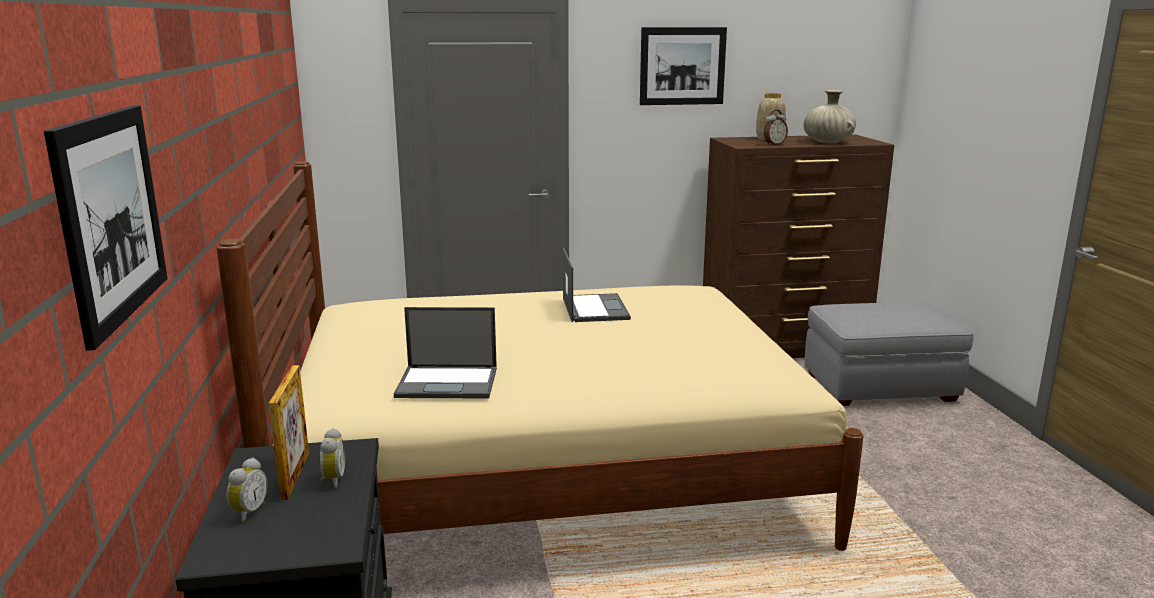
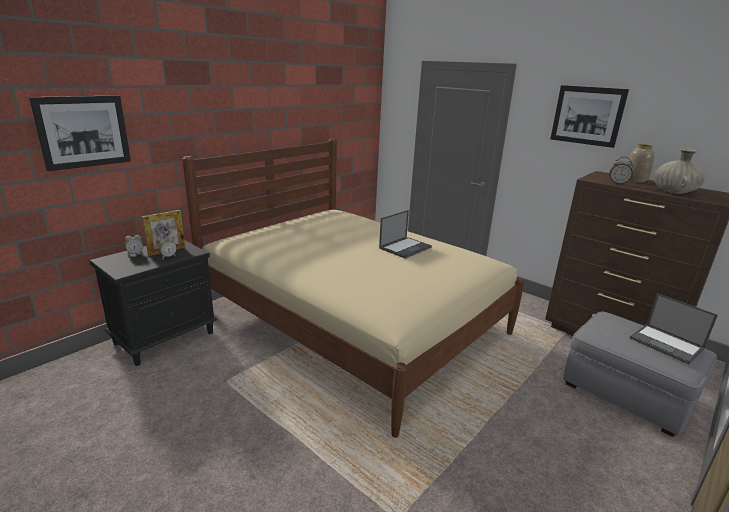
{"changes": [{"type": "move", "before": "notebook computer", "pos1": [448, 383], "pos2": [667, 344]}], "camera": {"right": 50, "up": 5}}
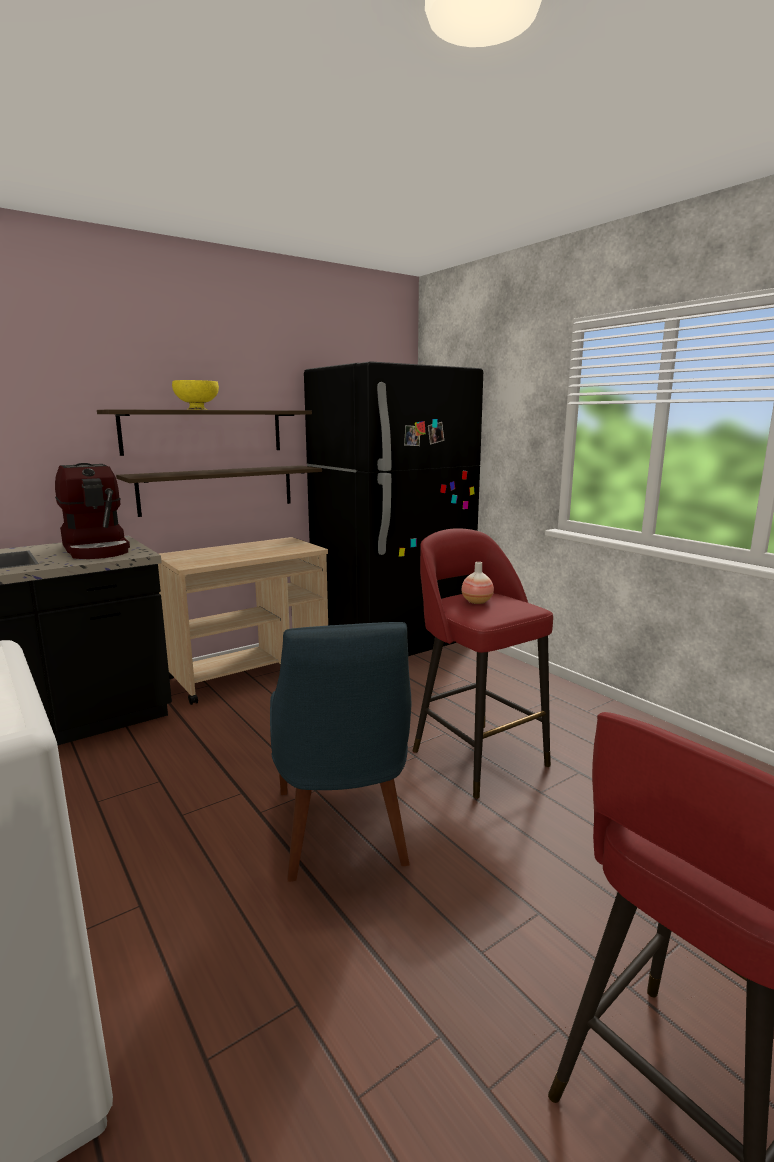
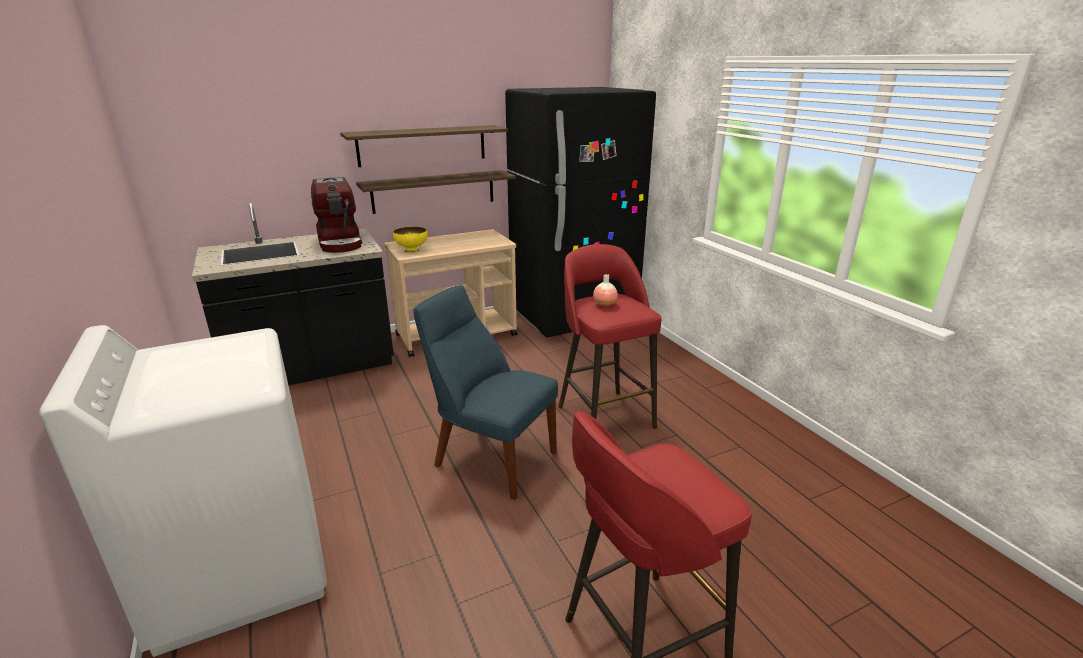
{"changes": [{"type": "move", "before": "yellowish serving bowl", "pos1": [197, 409], "pos2": [411, 250]}, {"type": "rotate", "before": "blue-coloured upright chair", "pos1": [341, 831], "pos2": [491, 457], "turn": 120}], "camera": {"right": 10, "up": 10}}
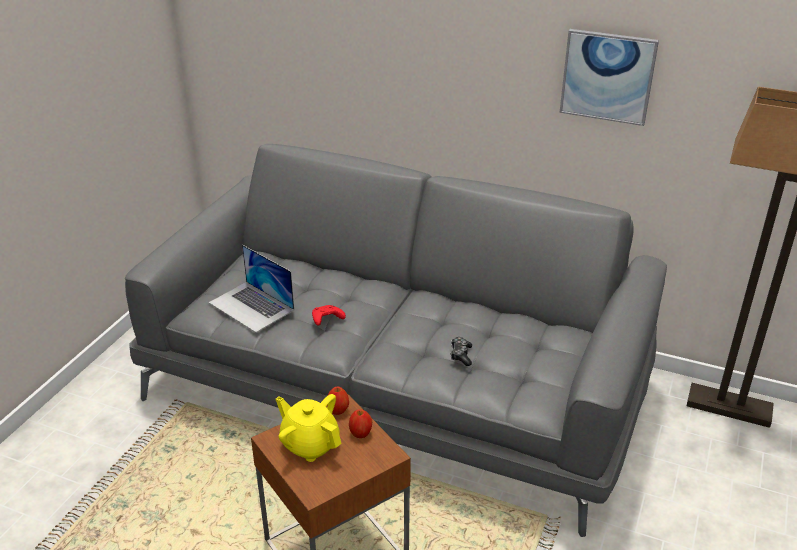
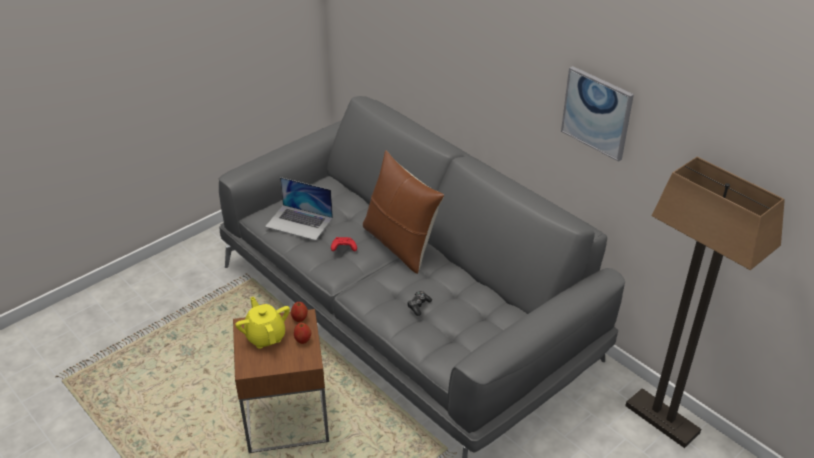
{"changes": [{"type": "rotate", "before": "notebook computer", "pos1": [251, 306], "pos2": [299, 222], "turn": -45}, {"type": "insert", "after": "brownish throw pillow", "pos2": [400, 244]}], "camera": {"right": 25, "up": 5}}
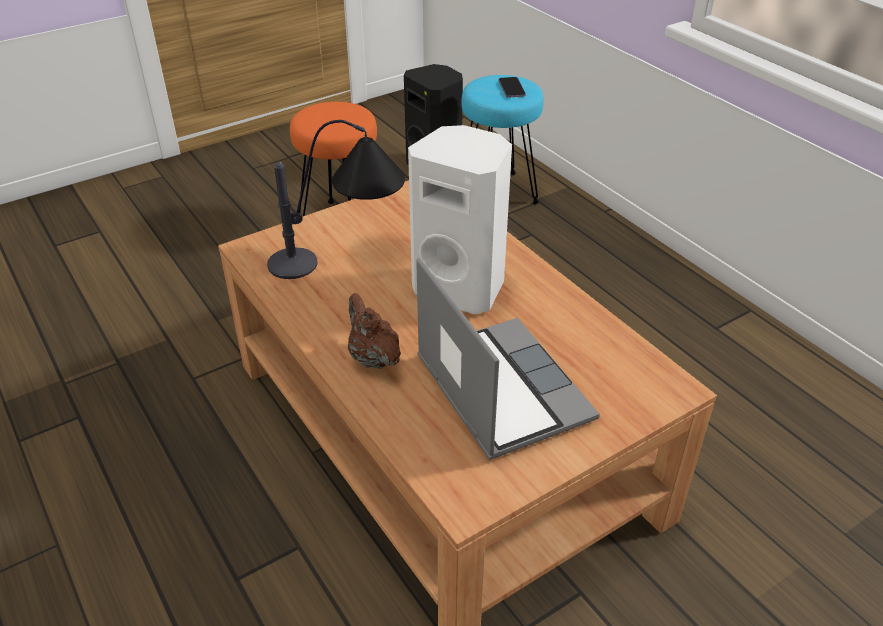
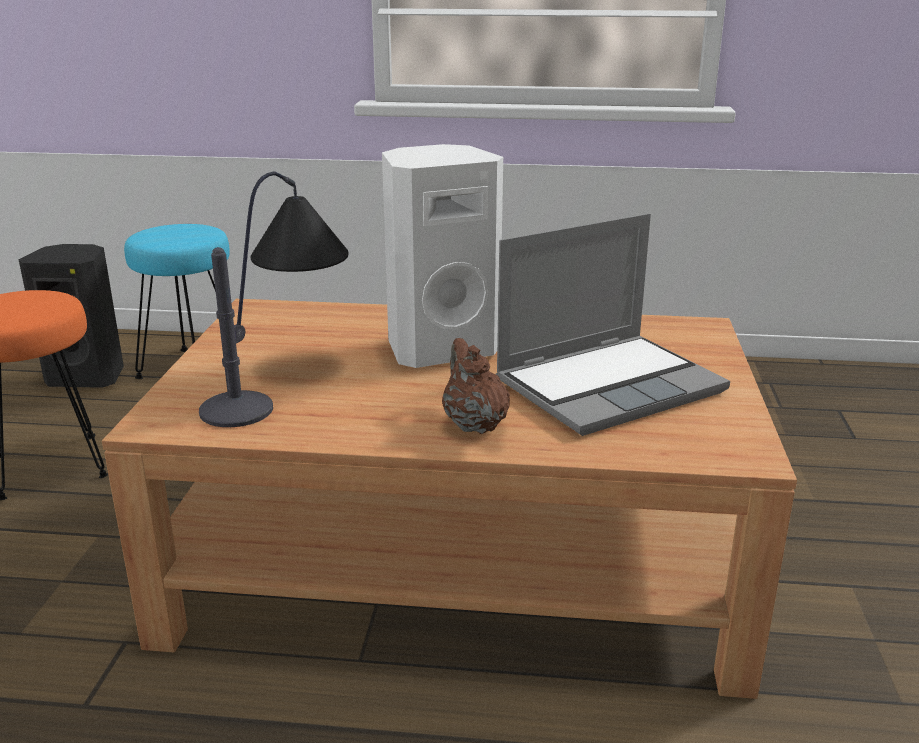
{"changes": [{"type": "rotate", "before": "brownish teapot", "pos1": [373, 357], "pos2": [474, 424], "turn": 60}, {"type": "rotate", "before": "notebook computer", "pos1": [499, 388], "pos2": [610, 385], "turn": 135}, {"type": "delete", "before": "handset", "pos1": [511, 88]}], "camera": {"right": -50, "up": -15}}
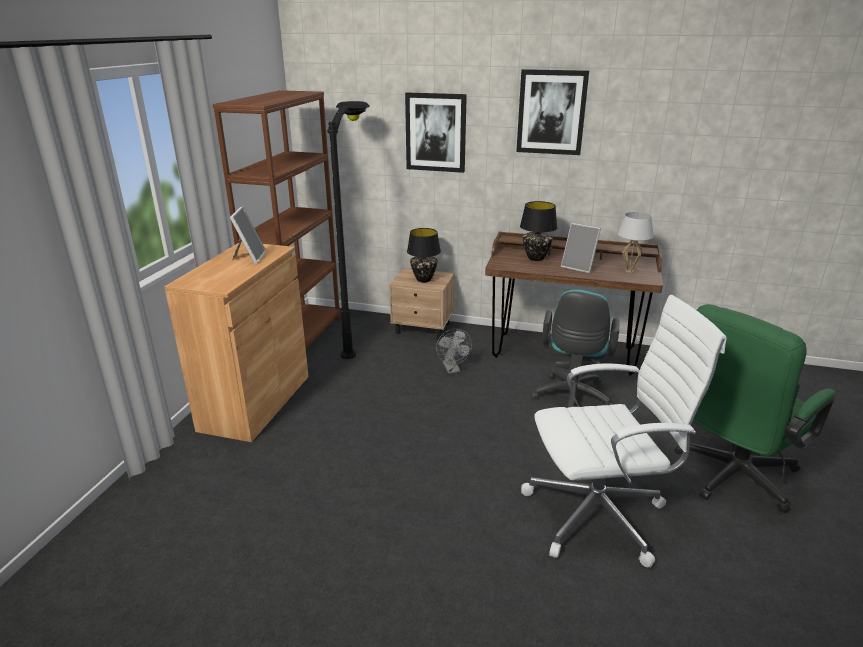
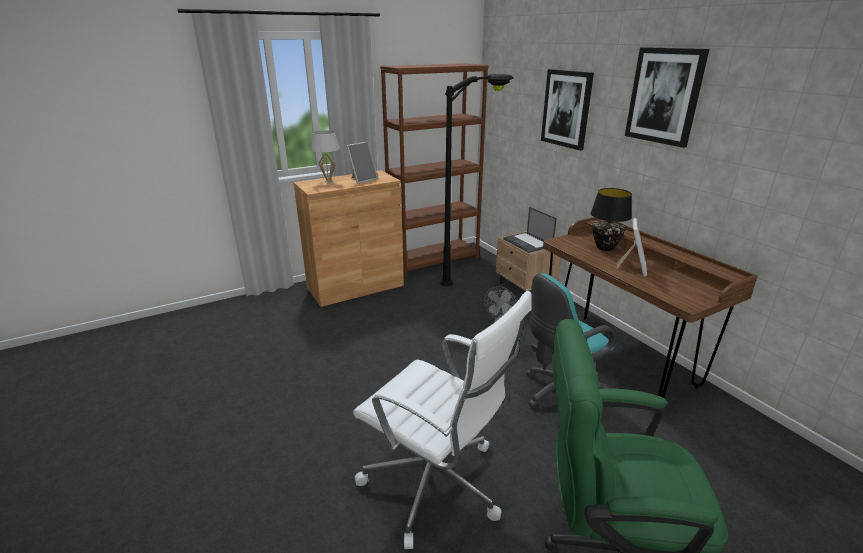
{"changes": [{"type": "replace", "before": "black-coloured tabletop lamp", "after": "notebook computer", "pos1": [424, 279], "pos2": [528, 243]}, {"type": "rotate", "before": "standing frame", "pos1": [579, 267], "pos2": [632, 268], "turn": -150}, {"type": "move", "before": "white-coloured tabletop lamp", "pos1": [629, 271], "pos2": [328, 181]}], "camera": {"right": 45, "up": 0}}
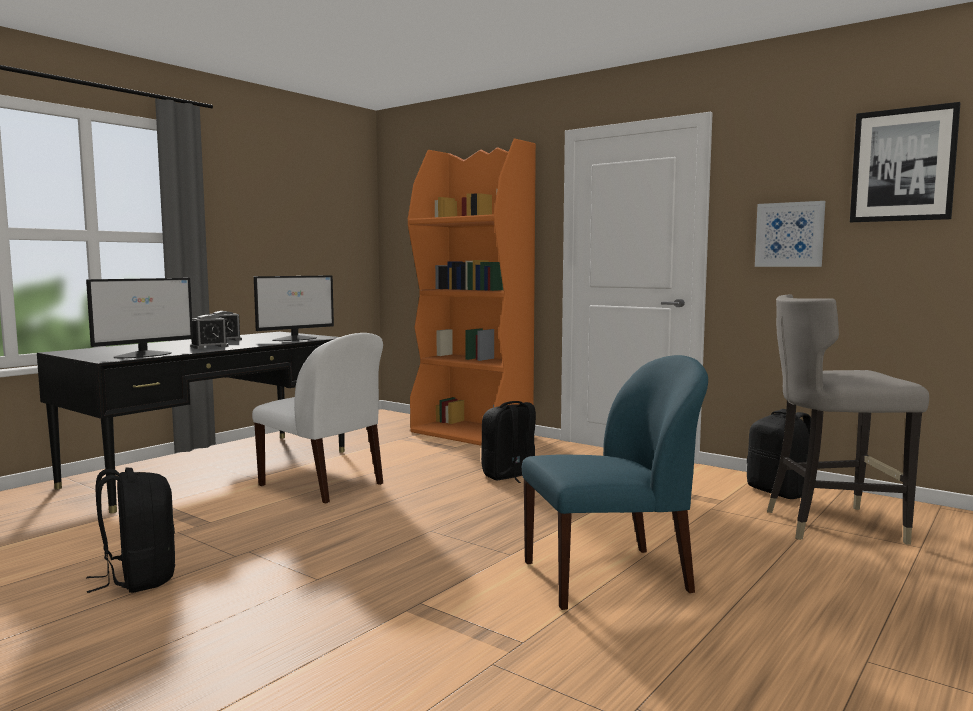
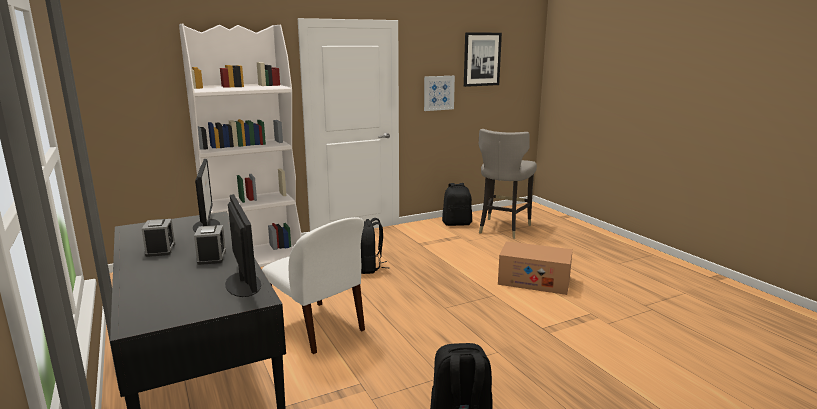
{"changes": [{"type": "rotate", "before": "white-coloured upright chair", "pos1": [323, 485], "pos2": [318, 328], "turn": 75}, {"type": "recolor", "before": "orange-coloured bookcase", "after": "white-coloured bookcase", "pos1": [472, 434], "pos2": [255, 258]}, {"type": "replace", "before": "blue-coloured upright chair", "after": "cardboard box", "pos1": [610, 577], "pos2": [534, 281]}], "camera": {"right": -65, "up": 10}}
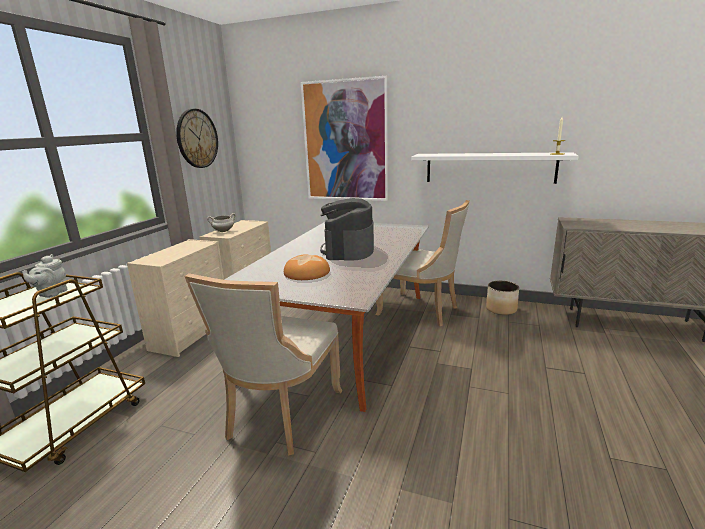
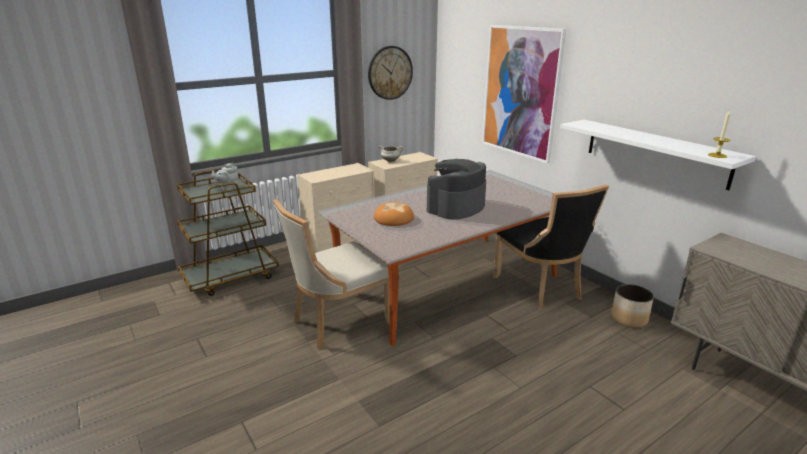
{"changes": [{"type": "recolor", "before": "sand-coloured upright chair", "after": "black-coloured upright chair", "pos1": [421, 310], "pos2": [540, 289]}], "camera": {"right": 35, "up": 5}}
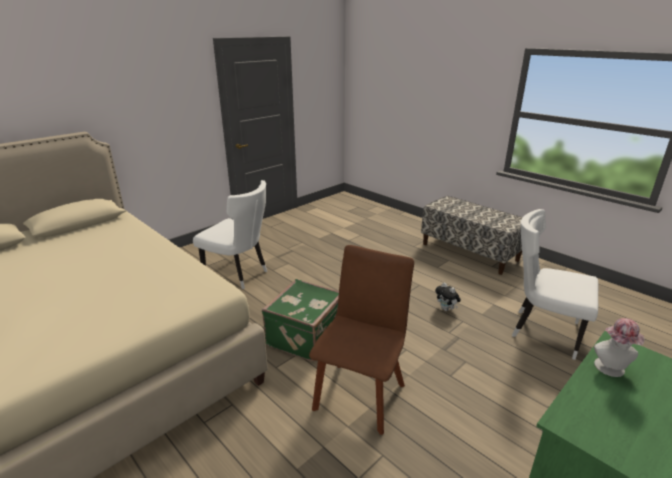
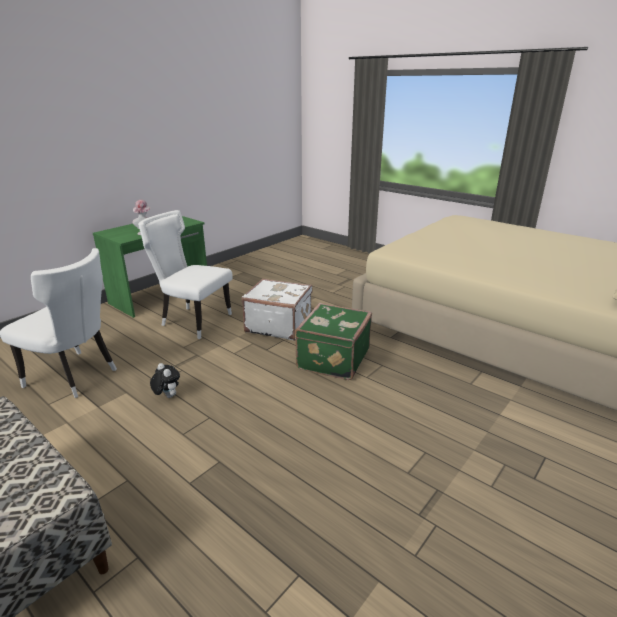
{"changes": [{"type": "move", "before": "white-coloured upright chair", "pos1": [239, 274], "pos2": [193, 320]}, {"type": "replace", "before": "brownish upright chair", "after": "white-coloured piece of luggage", "pos1": [360, 393], "pos2": [278, 325]}], "camera": {"right": 175, "up": 0}}
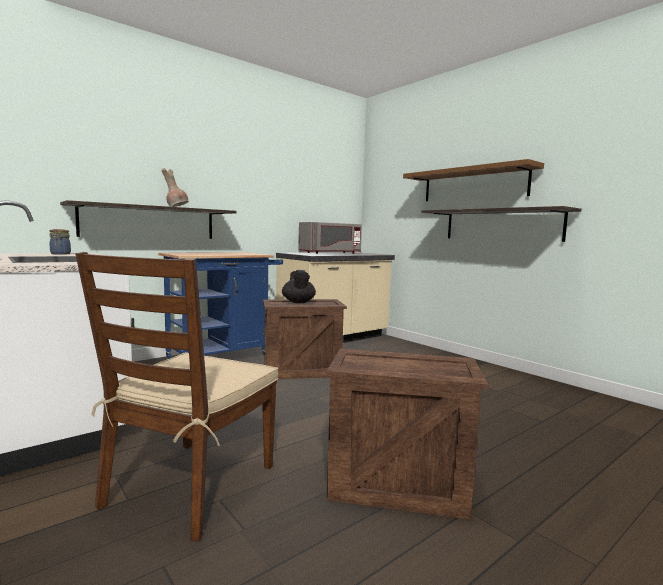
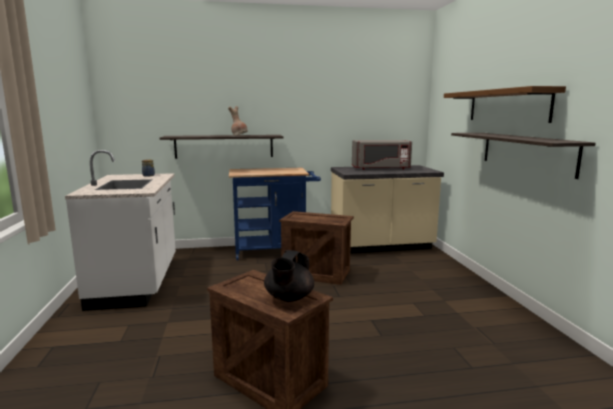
{"changes": [{"type": "delete", "before": "brownish upright chair", "pos1": [190, 485]}, {"type": "move", "before": "black-coloured teapot", "pos1": [298, 302], "pos2": [289, 298]}], "camera": {"right": 30, "up": 5}}
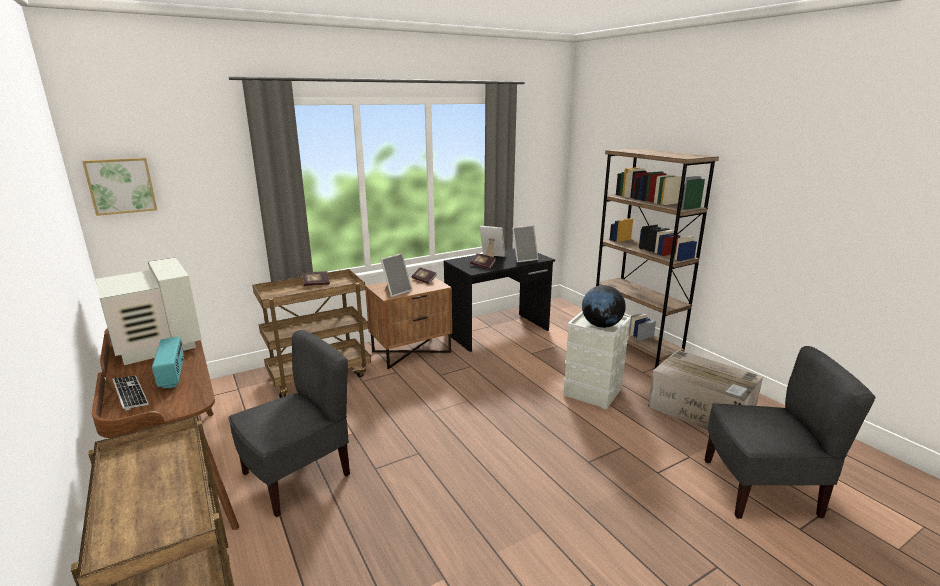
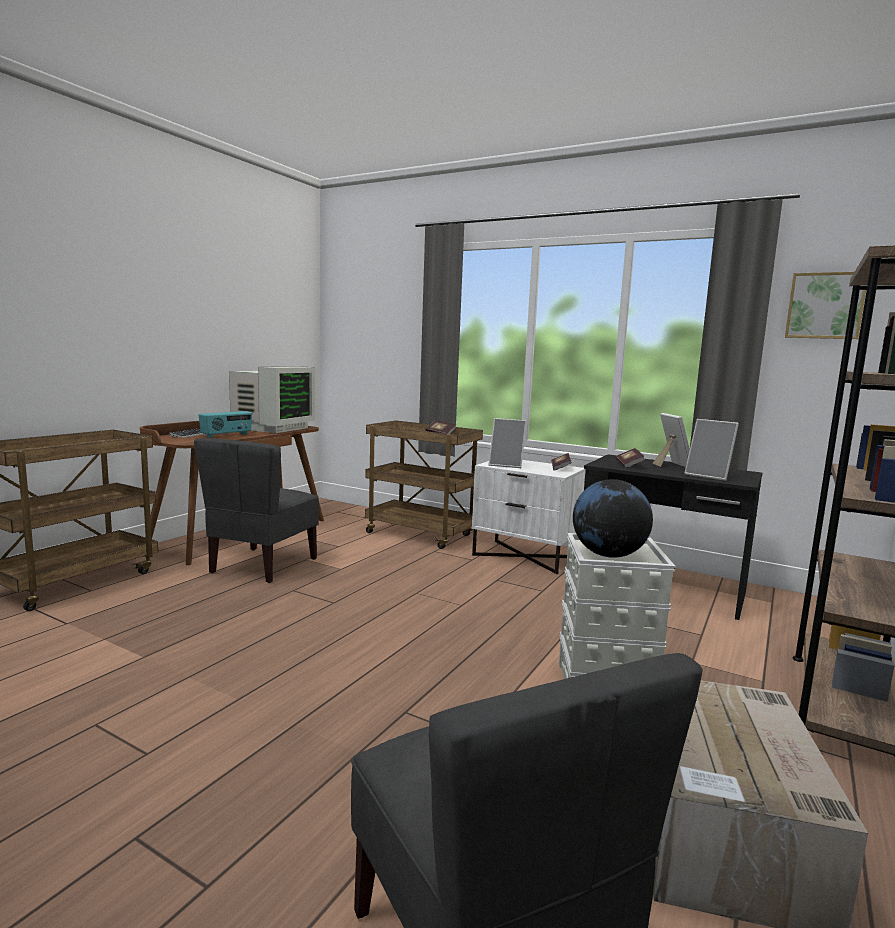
{"changes": [{"type": "move", "before": "wall picture", "pos1": [121, 185], "pos2": [825, 306]}, {"type": "rotate", "before": "grey upright chair", "pos1": [298, 475], "pos2": [262, 565], "turn": 90}, {"type": "recolor", "before": "brownish night table", "after": "white-coloured night table", "pos1": [411, 351], "pos2": [525, 556]}], "camera": {"right": 60, "up": -10}}
